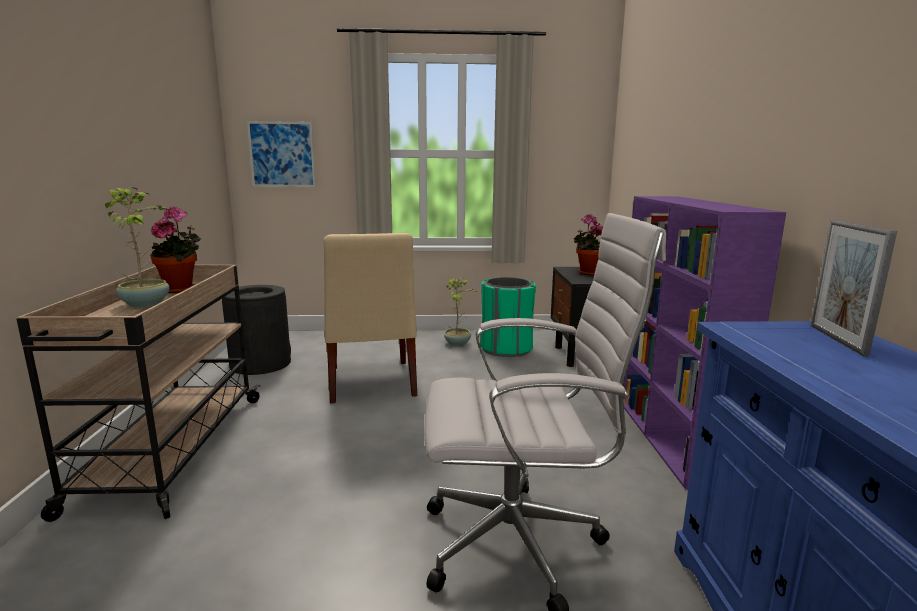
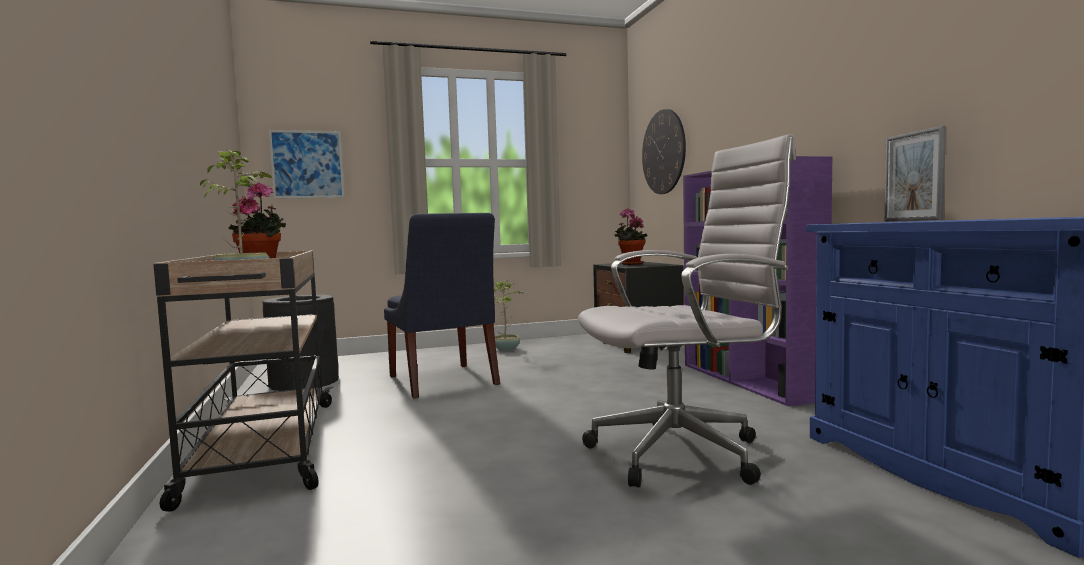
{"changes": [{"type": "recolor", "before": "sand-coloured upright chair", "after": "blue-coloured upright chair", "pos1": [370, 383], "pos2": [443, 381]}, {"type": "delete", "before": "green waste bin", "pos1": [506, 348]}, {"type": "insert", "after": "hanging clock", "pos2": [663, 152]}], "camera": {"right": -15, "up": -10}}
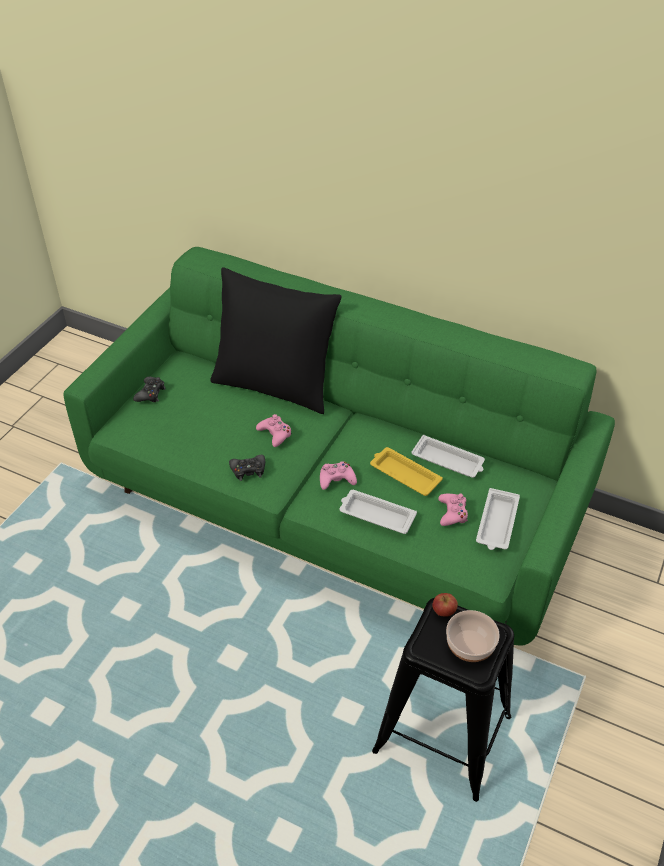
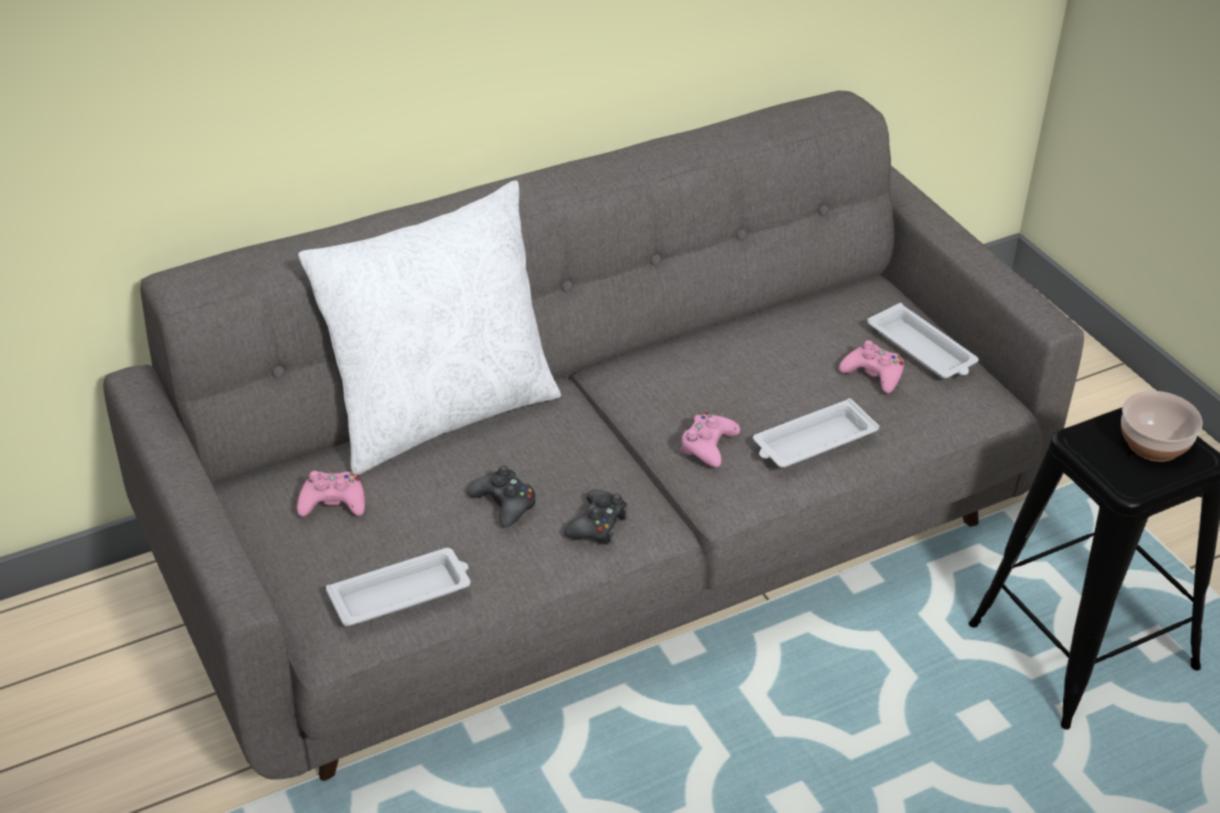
{"changes": [{"type": "recolor", "before": "green sofa", "after": "grey sofa", "pos1": [333, 505], "pos2": [607, 546]}, {"type": "move", "before": "black-coloured gamepad", "pos1": [150, 393], "pos2": [504, 503]}, {"type": "recolor", "before": "black-coloured throw pillow", "after": "white-coloured throw pillow", "pos1": [275, 384], "pos2": [441, 413]}, {"type": "move", "before": "pinkish gamepad", "pos1": [275, 434], "pos2": [333, 502]}, {"type": "delete", "before": "yellowish carrying tray", "pos1": [404, 474]}, {"type": "move", "before": "white-coloured carrying tray", "pos1": [449, 461], "pos2": [402, 593]}, {"type": "delete", "before": "whole apple", "pos1": [444, 611]}], "camera": {"right": -55, "up": -5}}
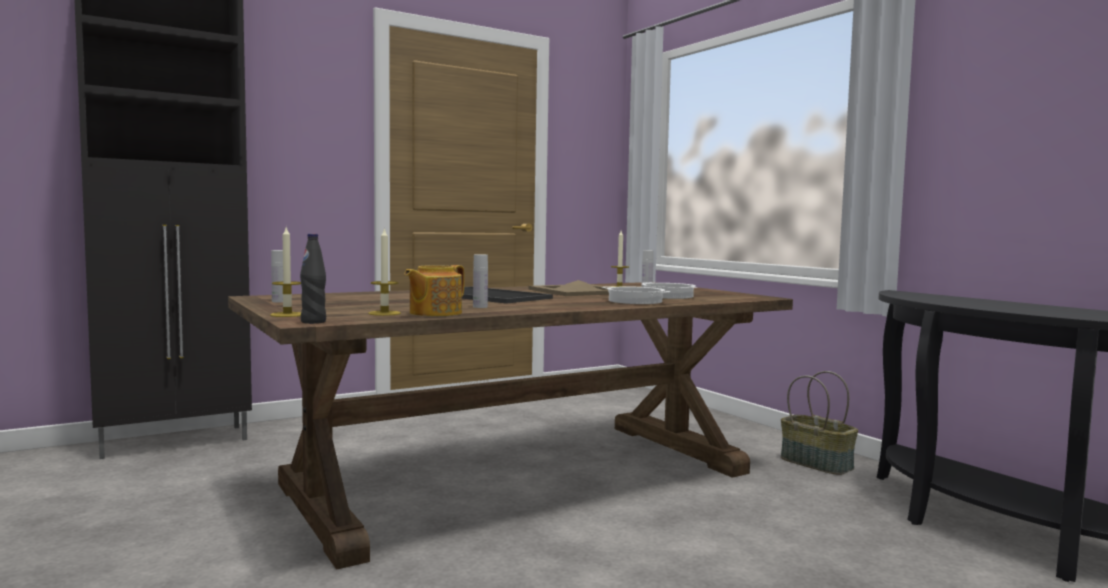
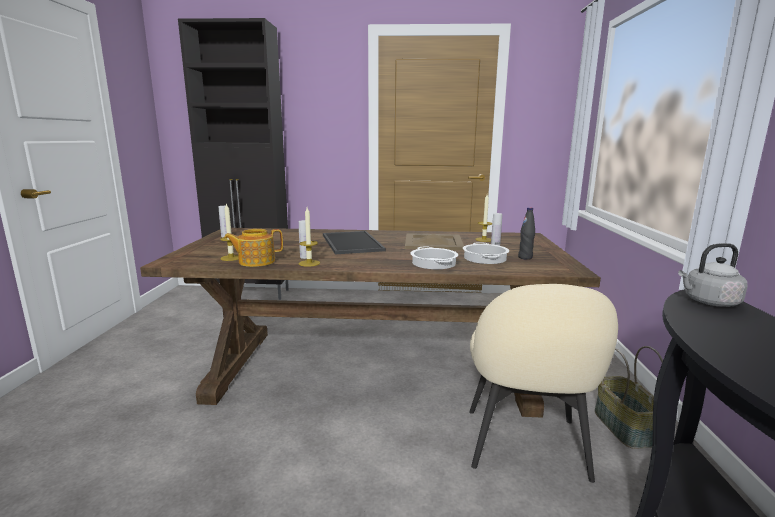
{"changes": [{"type": "move", "before": "wax light", "pos1": [287, 314], "pos2": [309, 263]}, {"type": "move", "before": "black-coloured beverage bottle", "pos1": [313, 322], "pos2": [525, 257]}, {"type": "insert", "after": "sand-coloured upright chair", "pos2": [525, 445]}, {"type": "insert", "after": "grey tea kettle", "pos2": [708, 302]}], "camera": {"right": 35, "up": 10}}
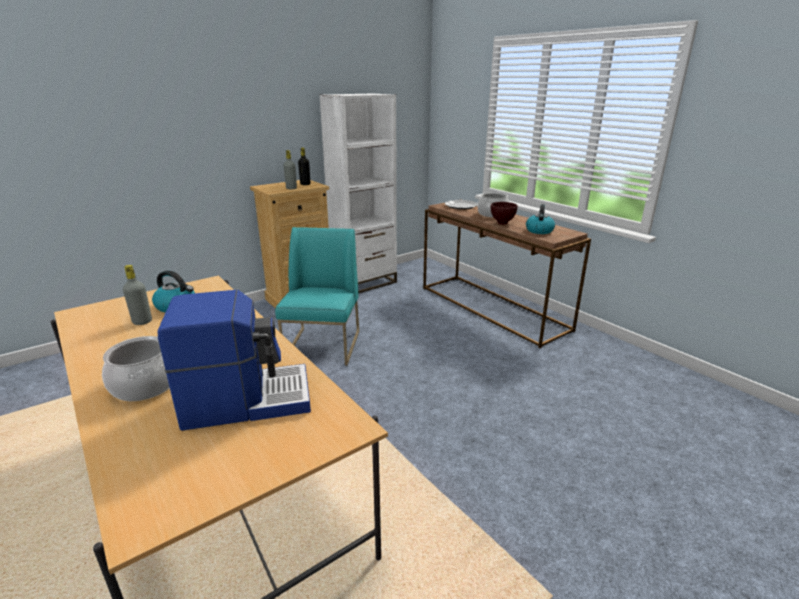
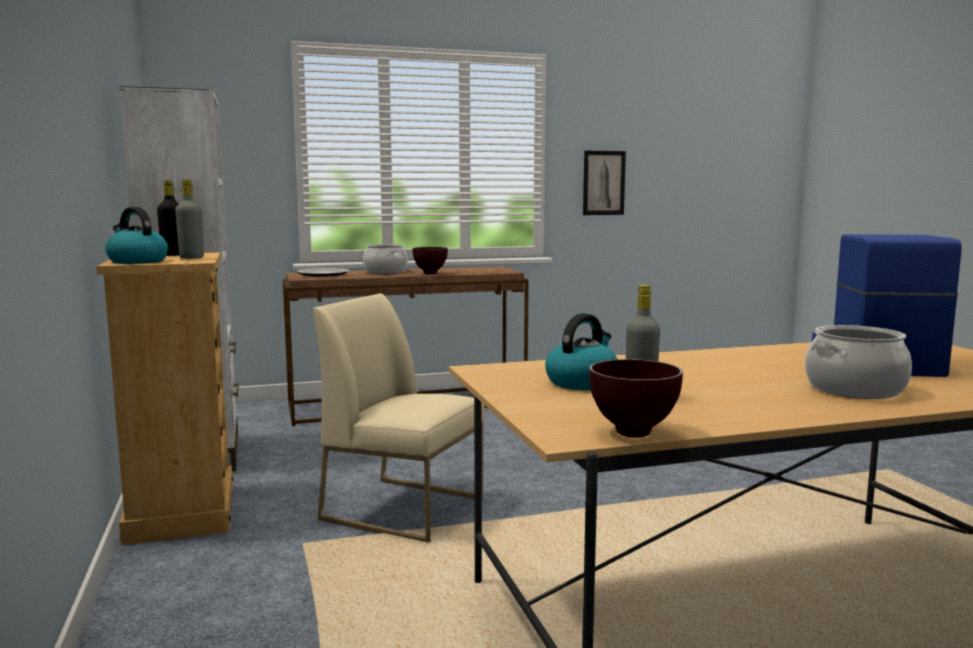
{"changes": [{"type": "recolor", "before": "turquoise-coloured upright chair", "after": "sand-coloured upright chair", "pos1": [323, 346], "pos2": [405, 509]}, {"type": "move", "before": "tea kettle", "pos1": [539, 230], "pos2": [137, 261]}, {"type": "insert", "after": "wall picture", "pos2": [603, 183]}, {"type": "insert", "after": "brownish serving bowl", "pos2": [634, 433]}], "camera": {"right": -70, "up": -15}}
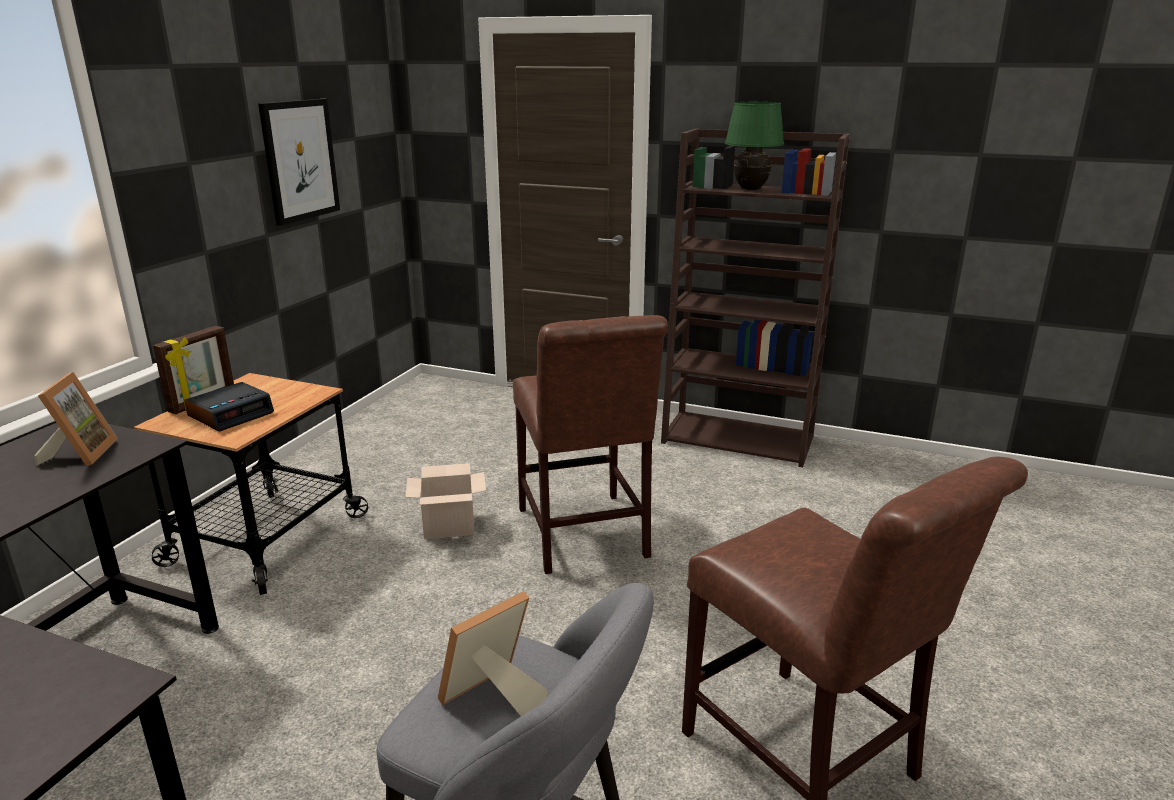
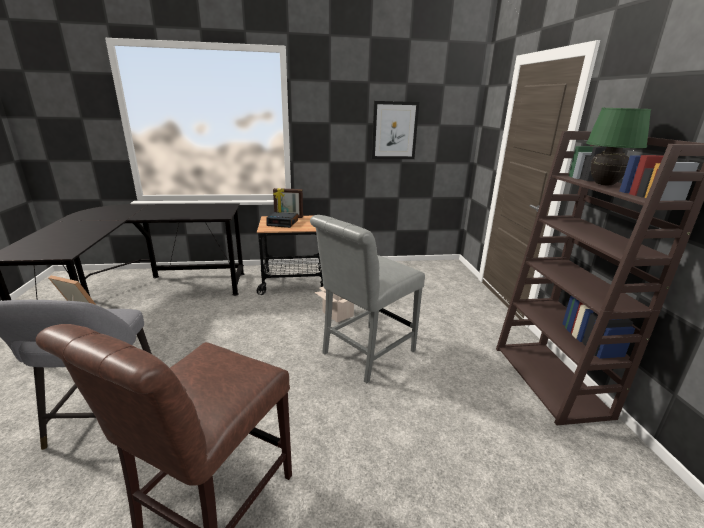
{"changes": [{"type": "delete", "before": "standing frame", "pos1": [80, 454]}, {"type": "recolor", "before": "brownish upright chair", "after": "grey upright chair", "pos1": [583, 537], "pos2": [364, 353]}], "camera": {"right": 60, "up": 0}}
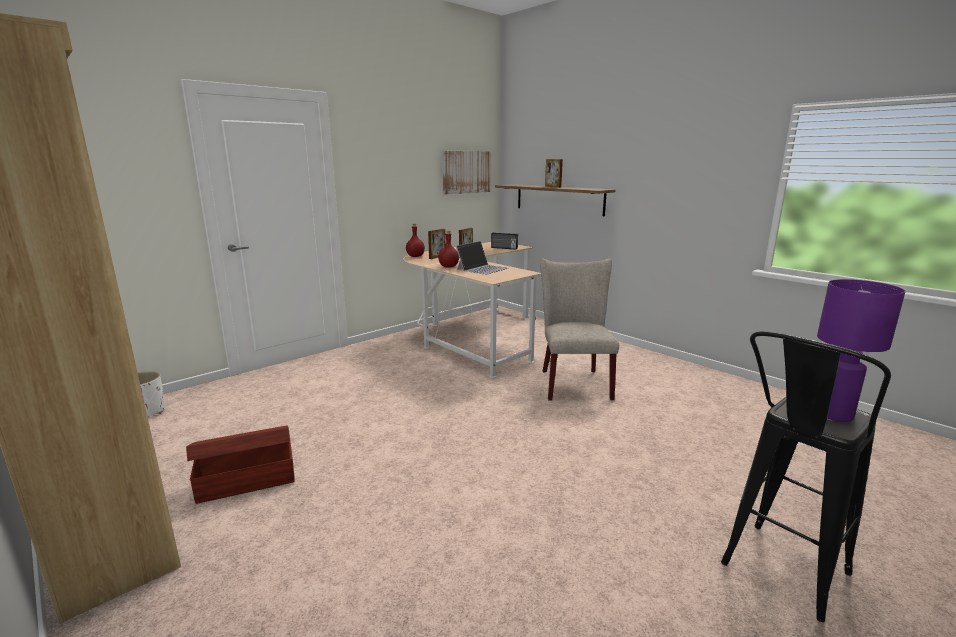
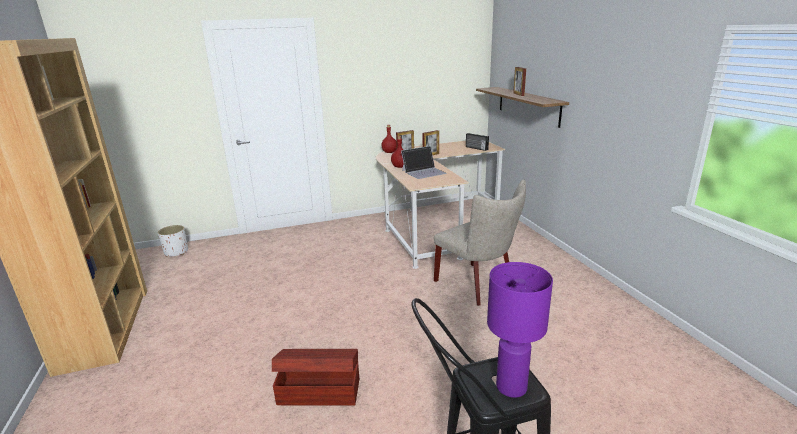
{"changes": [{"type": "move", "before": "brownish storage bin", "pos1": [246, 480], "pos2": [318, 390]}, {"type": "delete", "before": "wall picture", "pos1": [466, 172]}, {"type": "rotate", "before": "sand-coloured upright chair", "pos1": [573, 382], "pos2": [478, 285], "turn": 120}], "camera": {"right": 25, "up": 5}}
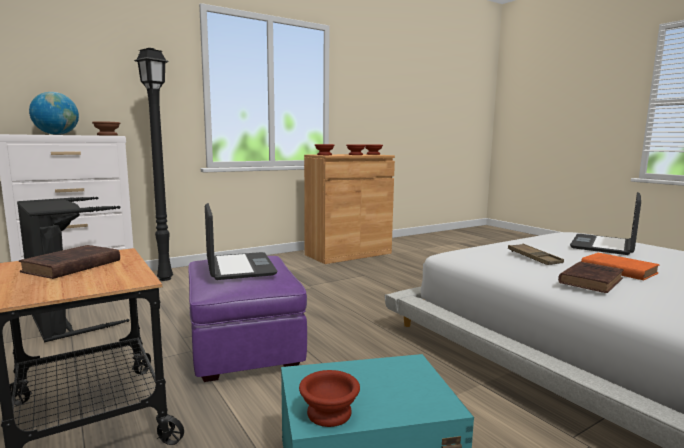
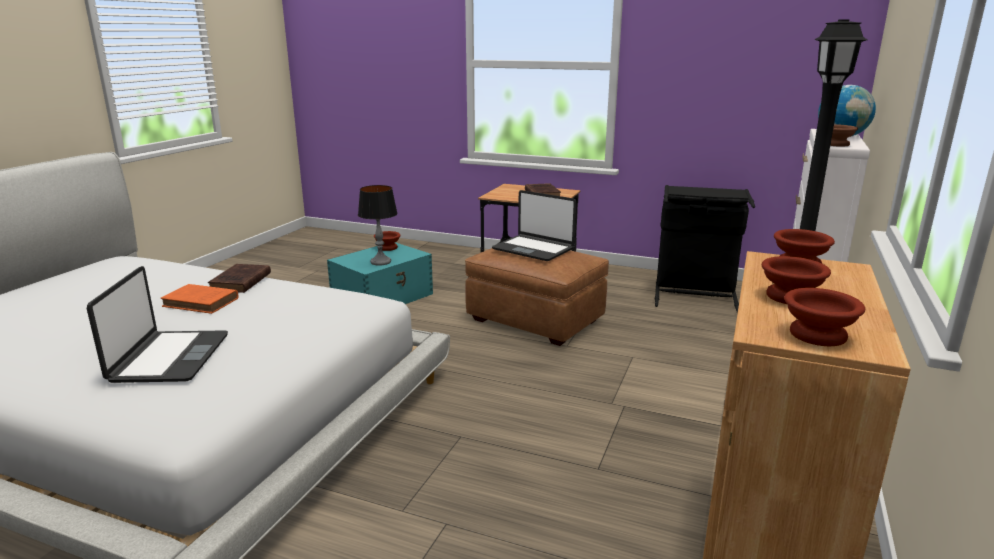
{"changes": [{"type": "recolor", "before": "purplish pouffe", "after": "brownish pouffe", "pos1": [243, 346], "pos2": [535, 320]}, {"type": "delete", "before": "brownish carrying tray", "pos1": [534, 258]}, {"type": "insert", "after": "tabletop lamp", "pos2": [381, 262]}], "camera": {"right": 145, "up": 10}}
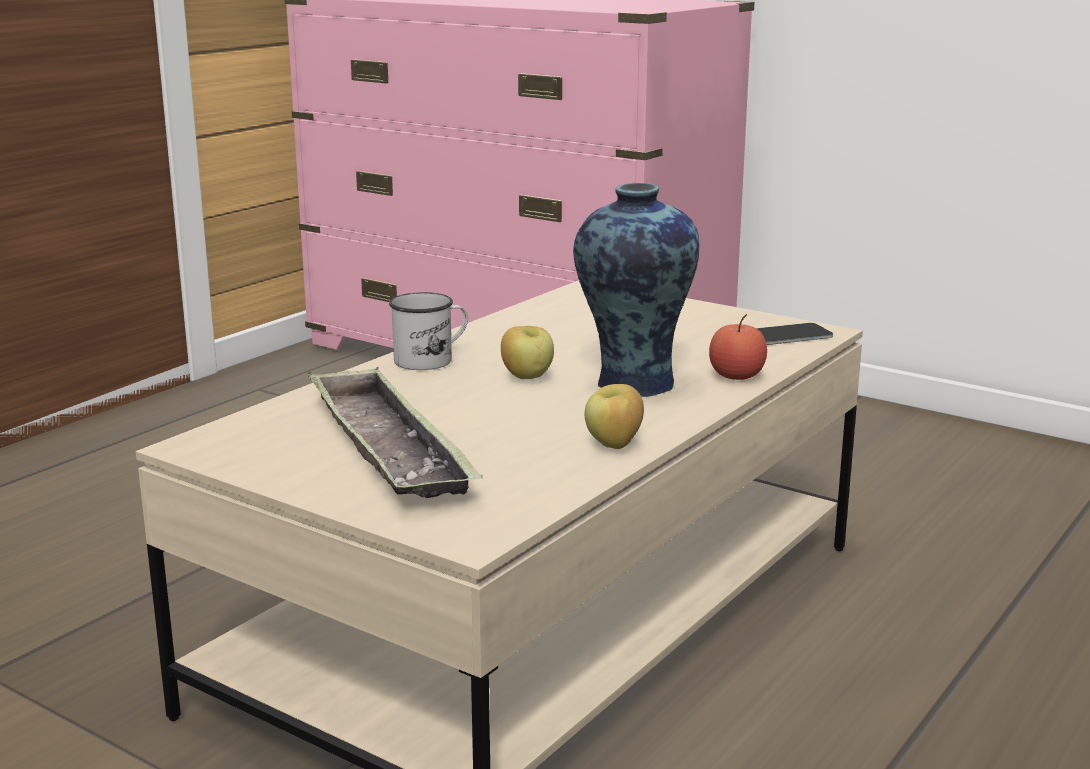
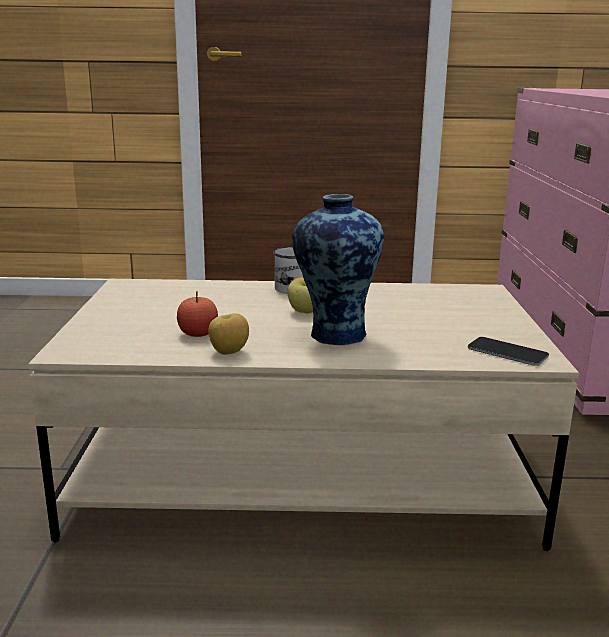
{"changes": [{"type": "delete", "before": "carrying tray", "pos1": [387, 447]}, {"type": "move", "before": "whole apple", "pos1": [736, 376], "pos2": [198, 334]}], "camera": {"right": 55, "up": 0}}
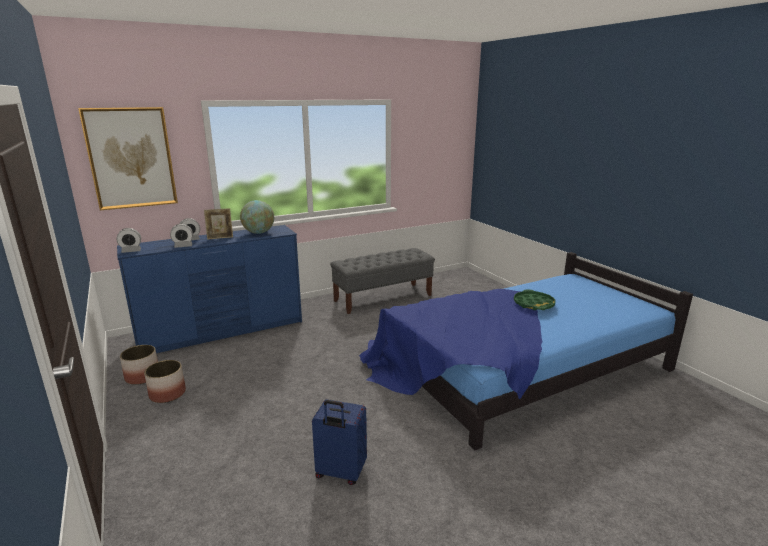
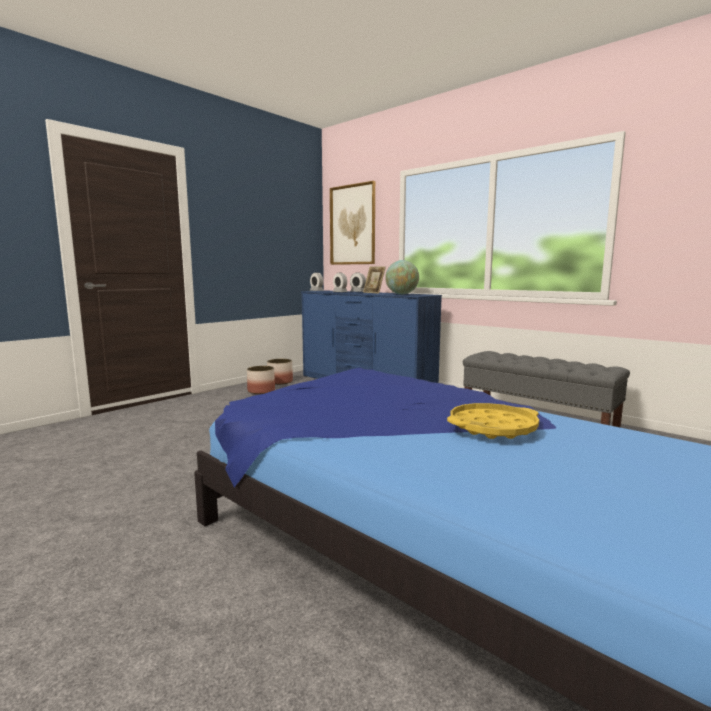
{"changes": [{"type": "delete", "before": "blue-coloured piece of luggage", "pos1": [340, 473]}, {"type": "recolor", "before": "green carrying tray", "after": "yellowish carrying tray", "pos1": [533, 304], "pos2": [493, 427]}], "camera": {"right": 70, "up": -10}}
